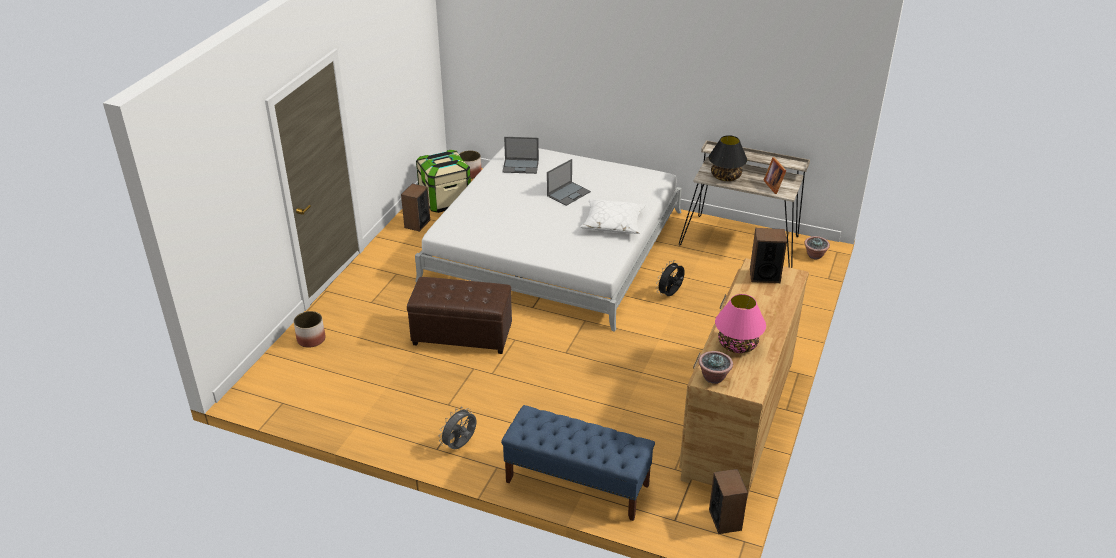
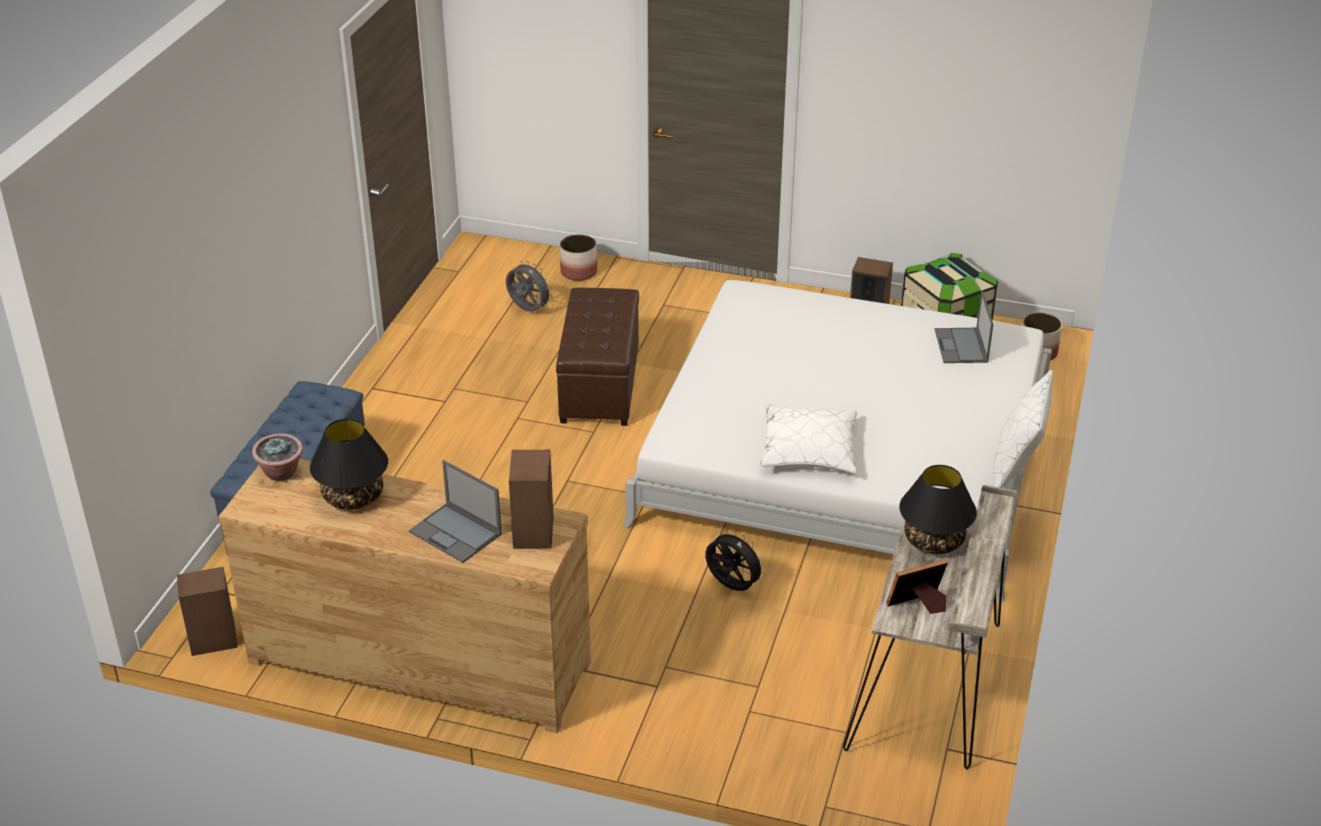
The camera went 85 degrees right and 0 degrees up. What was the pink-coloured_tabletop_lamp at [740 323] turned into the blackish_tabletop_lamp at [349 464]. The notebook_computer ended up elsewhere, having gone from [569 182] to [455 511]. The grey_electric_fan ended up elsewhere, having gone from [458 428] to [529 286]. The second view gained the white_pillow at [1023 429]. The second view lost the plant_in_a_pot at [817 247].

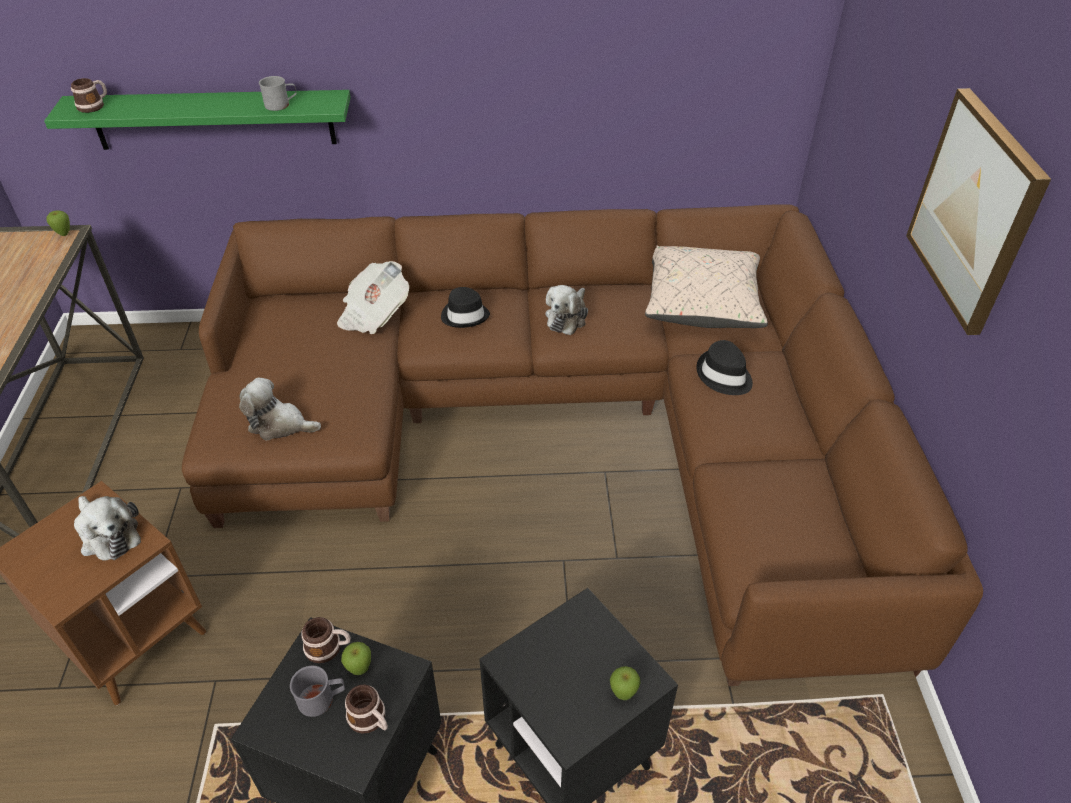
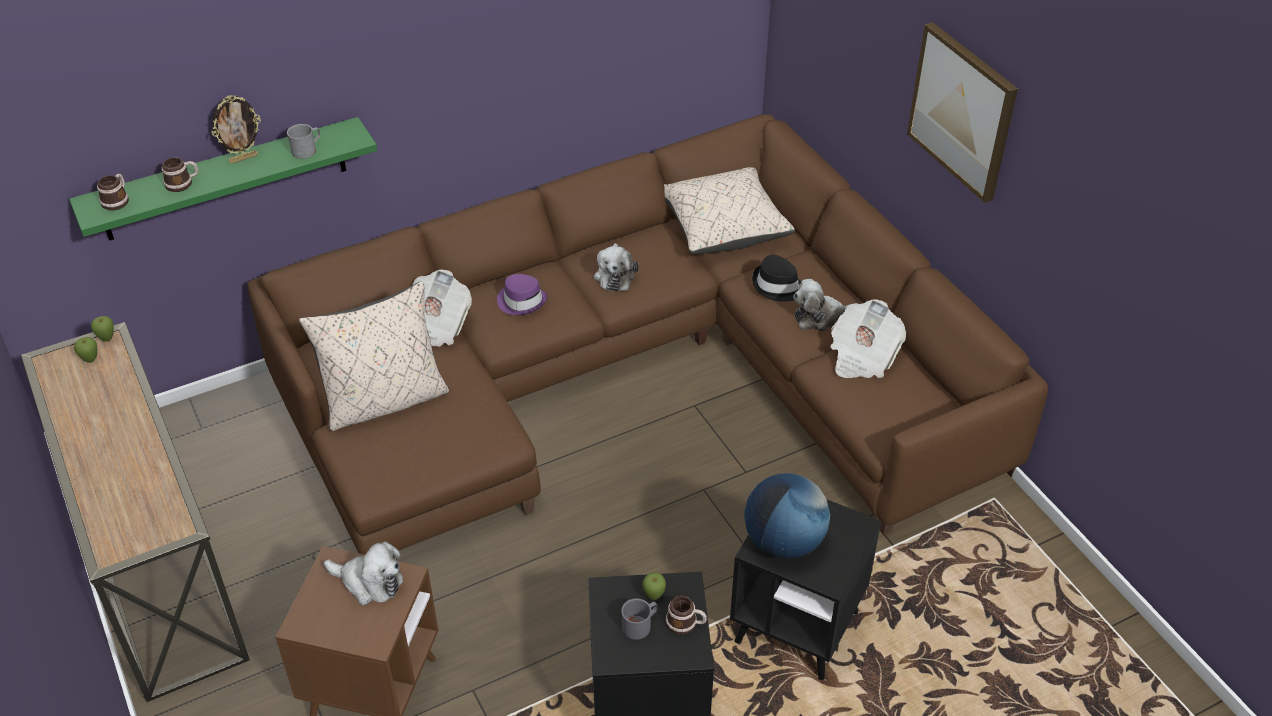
The camera went 25 degrees left and 0 degrees up. The whole_apple ended up elsewhere, having gone from [625 683] to [85 350]. The mug ended up elsewhere, having gone from [326 640] to [180 175]. The second view gained the picture_frame at [236 129]. The second view gained the sand-coloured_pillow at [374 356]. What was the blackish_clothing_hat at [465 307] turned into the purplish_clothing_hat at [522 294]. The second view gained the globe at [787 516]. The soft_toy ended up elsewhere, having gone from [280 408] to [826 305]. The second view gained the daily_paper at [868 338].

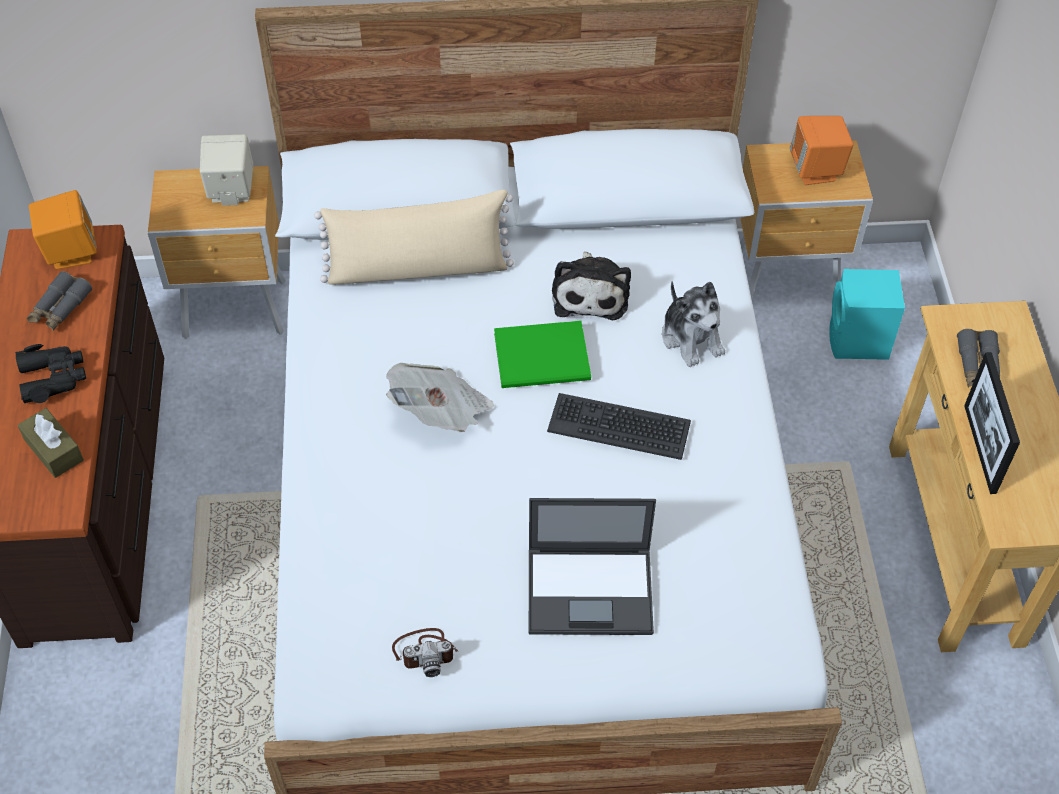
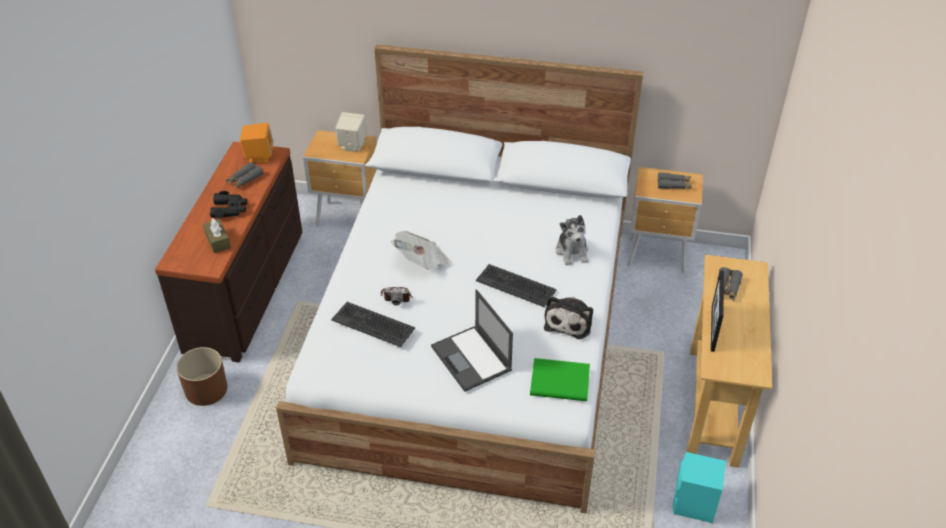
The camera went 15 degrees right and 10 degrees down. The second view gained the brown-coloured_flower_pot at [201 376]. The second view gained the PC_keyboard at [373 324]. The photo_camera ended up elsewhere, having gone from [425 652] to [397 296]. The notebook_computer at [592 566] ended up facing another way, 45 degrees clockwise from before. The greenish_volume ended up elsewhere, having gone from [542 354] to [560 379]. The soft_toy ended up elsewhere, having gone from [591 285] to [568 317]. Where the orange_loudspeaker stood at [821 150], the grey_field_glasses came to stand at [675 181]. The blue-green_loudspeaker ended up elsewhere, having gone from [867 314] to [699 487]. The second view lost the sand-coloured_pillow at [414 237].

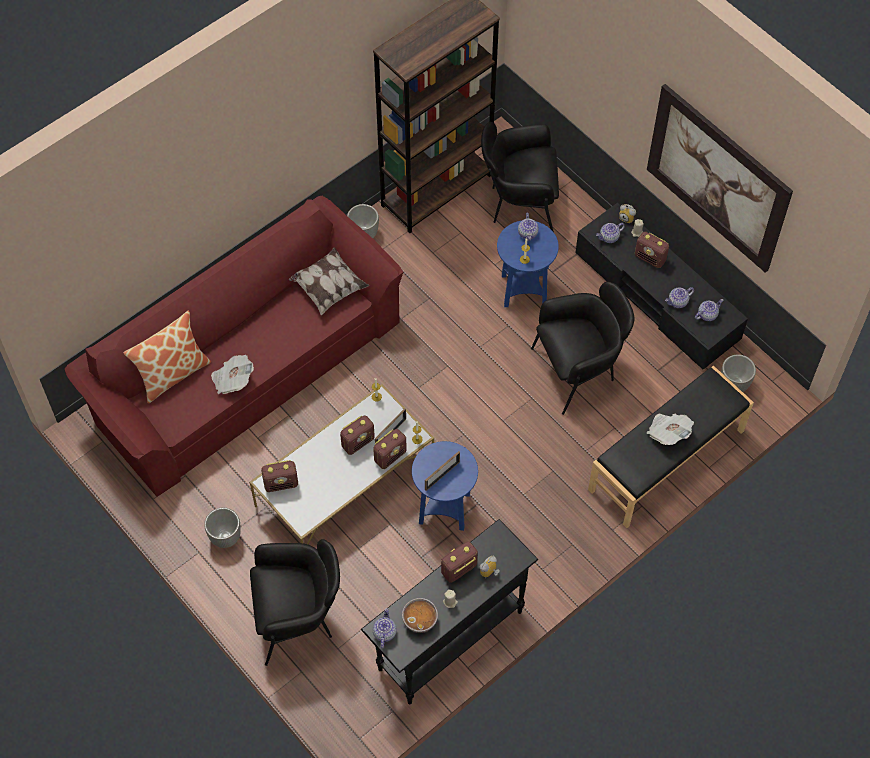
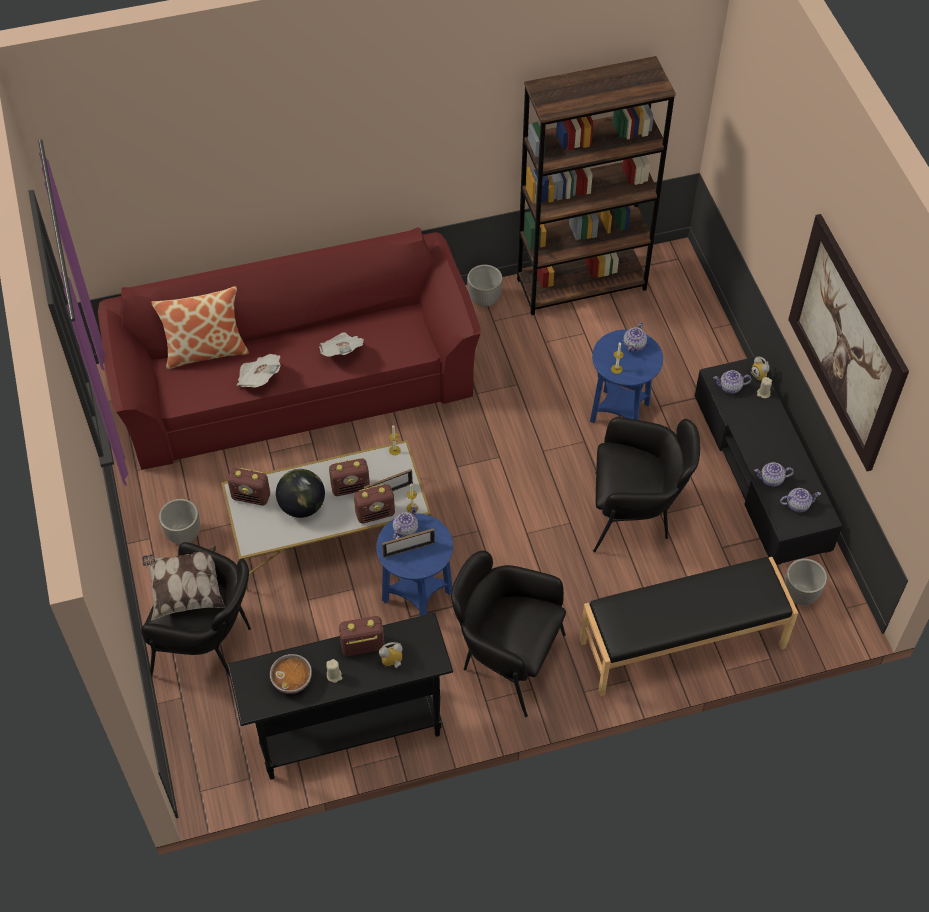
The camera went 25 degrees right and 5 degrees down. The pillow ended up elsewhere, having gone from [328 281] to [184 583]. The second view gained the globe at [300 493]. The daily_paper ended up elsewhere, having gone from [670 429] to [341 344]. The teapot ended up elsewhere, having gone from [385 628] to [405 522]. The blackish_easy_chair ended up elsewhere, having gone from [520 177] to [508 634]. The second view lost the radio_set at [652 250].

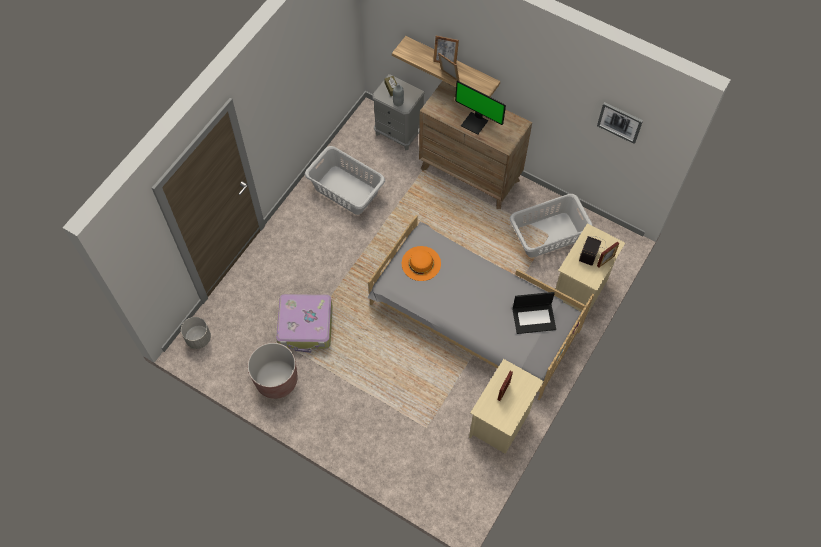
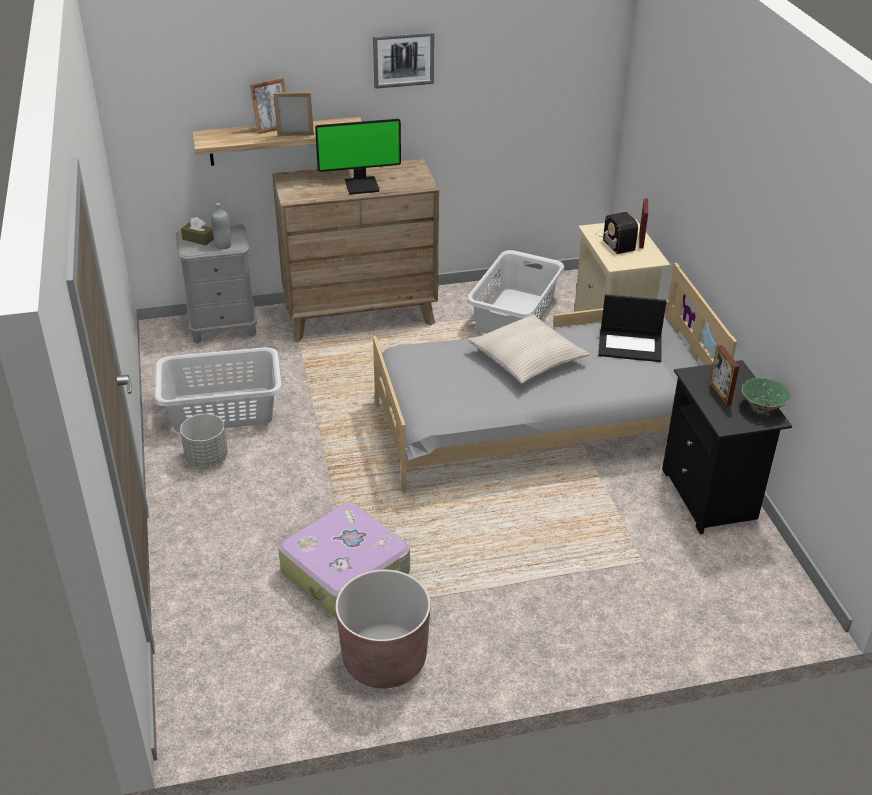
The camera went 45 degrees left and 25 degrees down. The grey_flower_pot ended up elsewhere, having gone from [196 333] to [204 441]. The wall_picture ended up elsewhere, having gone from [620 123] to [403 60]. The second view gained the sand-coloured_pillow at [528 348]. The notebook_computer at [534 313] ended up facing another way, 60 degrees clockwise from before. What was the sand-coloured_bedside_table at [506 406] turned into the blackish_bedside_table at [727 447]. The second view gained the greenish_deep_dish at [765 395]. The second view lost the orange_clothing_hat at [421 263].

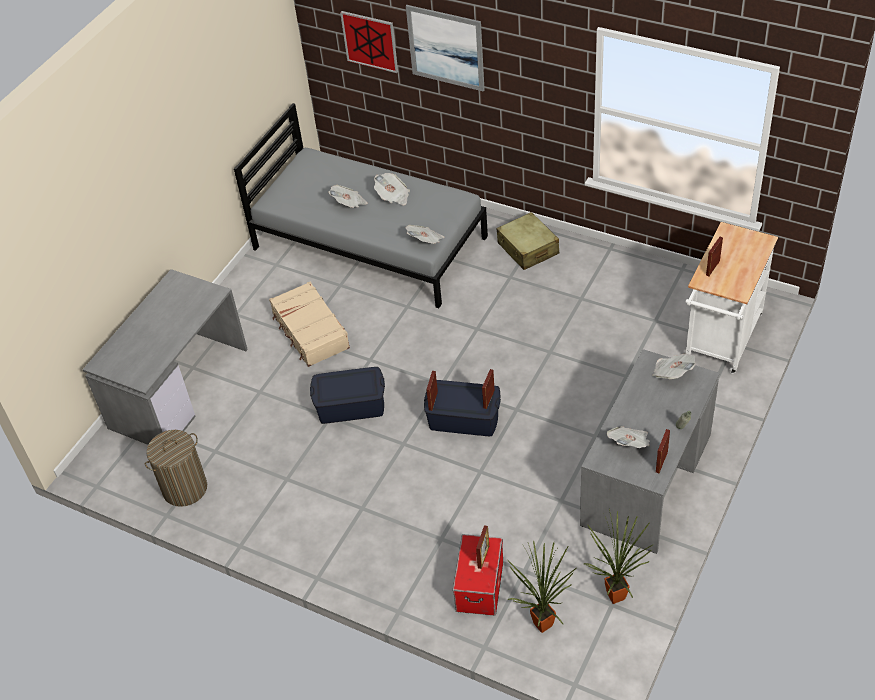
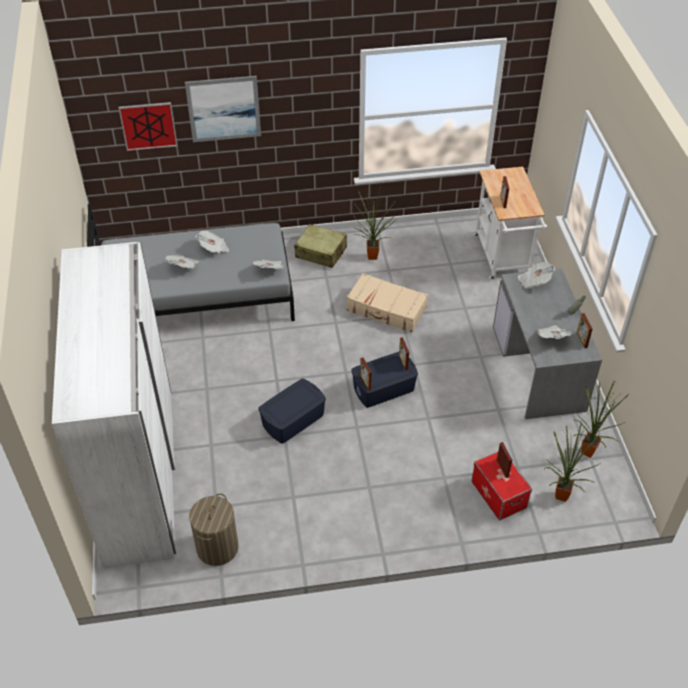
The camera went 40 degrees left and 0 degrees up. Where the grey_desk_table stood at [165 357], the white_armoire came to stand at [114 404]. The sand-coloured_suitcase ended up elsewhere, having gone from [309 324] to [387 302]. The second view gained the plant_in_a_pot at [374 222].

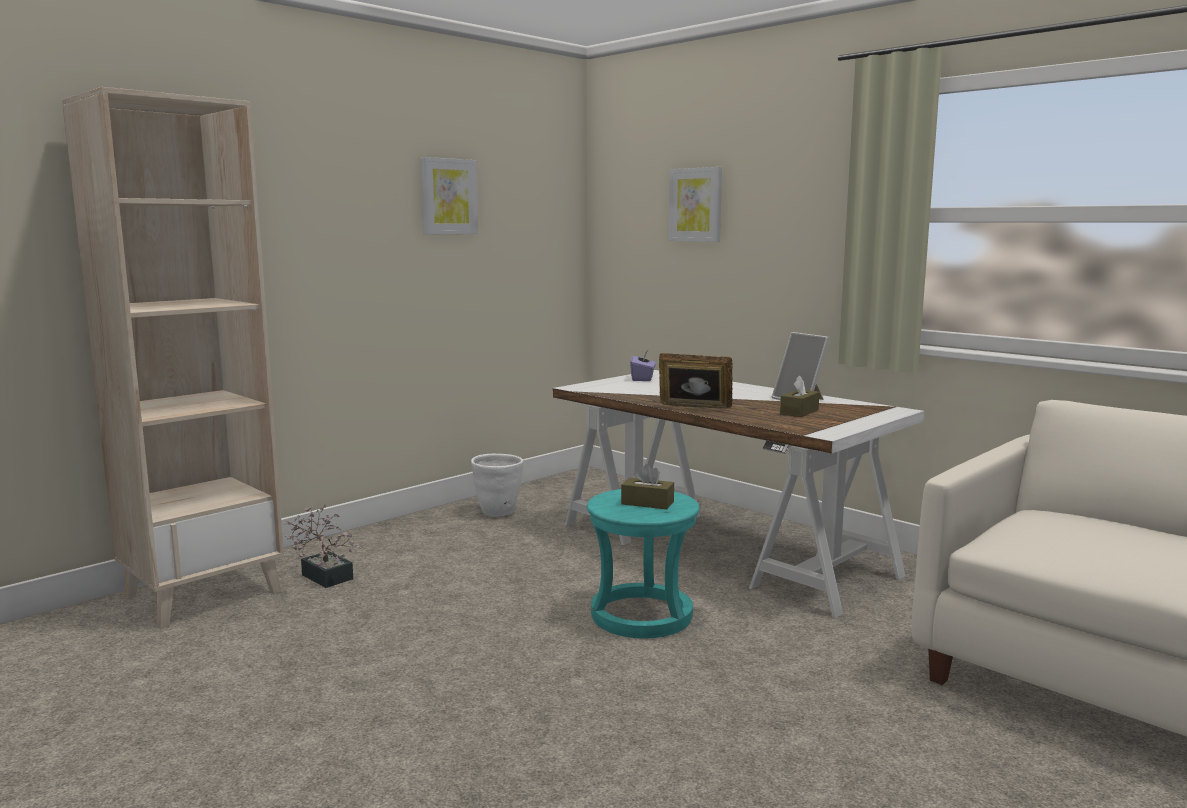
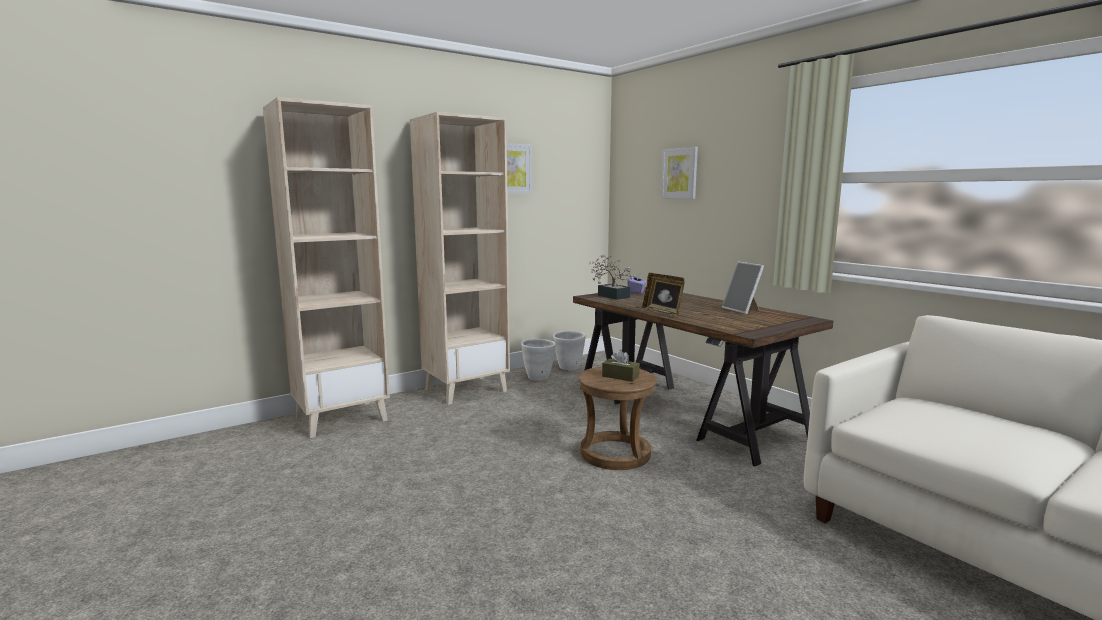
The camera went 10 degrees right and 0 degrees up. The second view gained the sand-coloured_bookcase at [460 258]. The second view gained the white_flower_pot at [569 350]. What was the white_desk_table at [738 494] turned into the brown-coloured_desk_table at [703 376]. What was the blue-green_stool at [643 563] turned into the brown-coloured_stool at [617 418]. The plant_in_a_pot ended up elsewhere, having gone from [322 546] to [613 277]. The picture_frame at [696 380] ended up facing another way, 150 degrees counterclockwise from before. The second view lost the brown-coloured_tissue_holder at [800 396].

